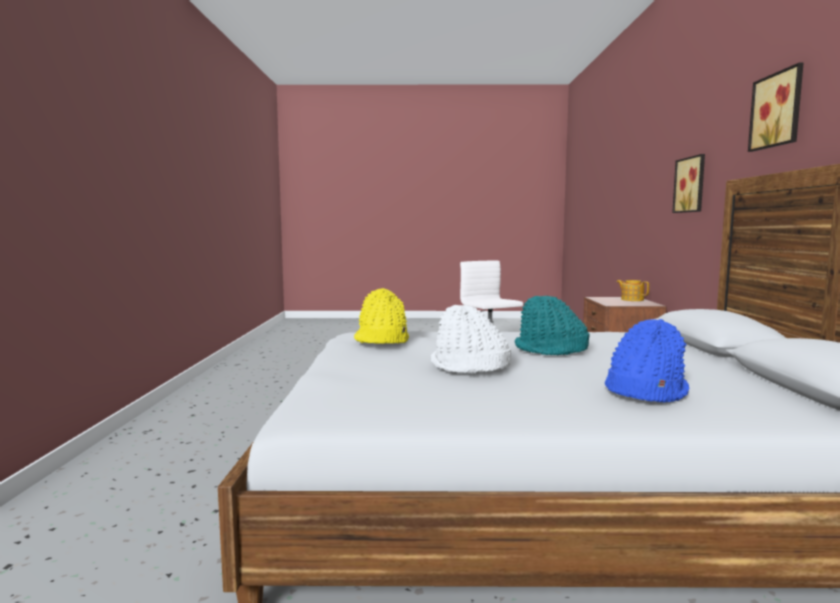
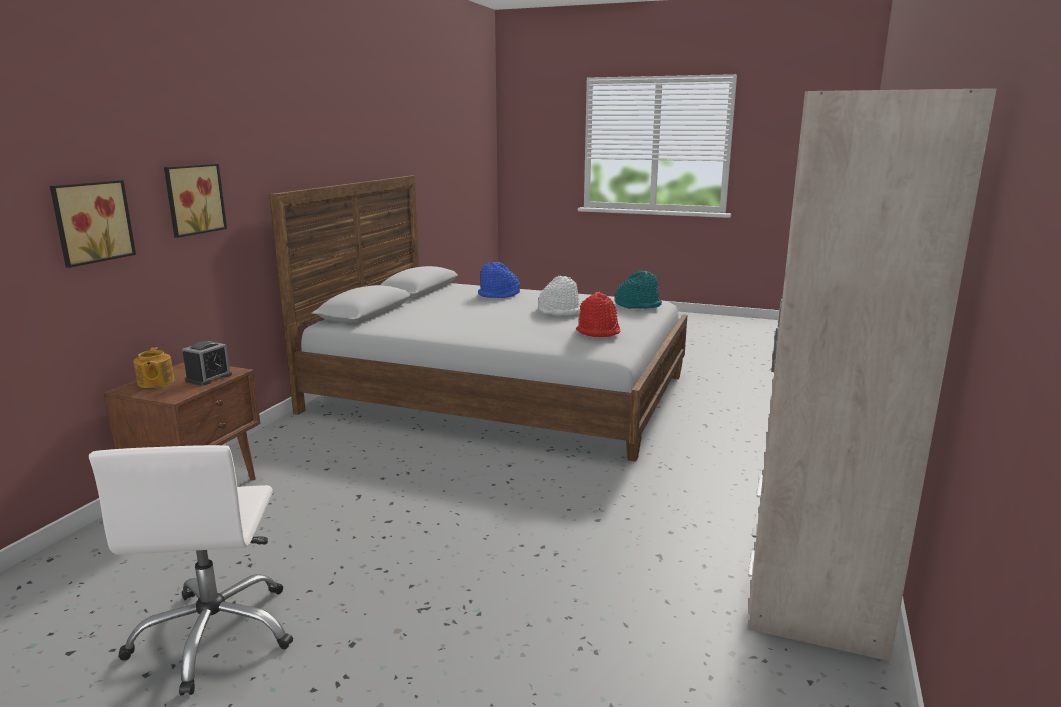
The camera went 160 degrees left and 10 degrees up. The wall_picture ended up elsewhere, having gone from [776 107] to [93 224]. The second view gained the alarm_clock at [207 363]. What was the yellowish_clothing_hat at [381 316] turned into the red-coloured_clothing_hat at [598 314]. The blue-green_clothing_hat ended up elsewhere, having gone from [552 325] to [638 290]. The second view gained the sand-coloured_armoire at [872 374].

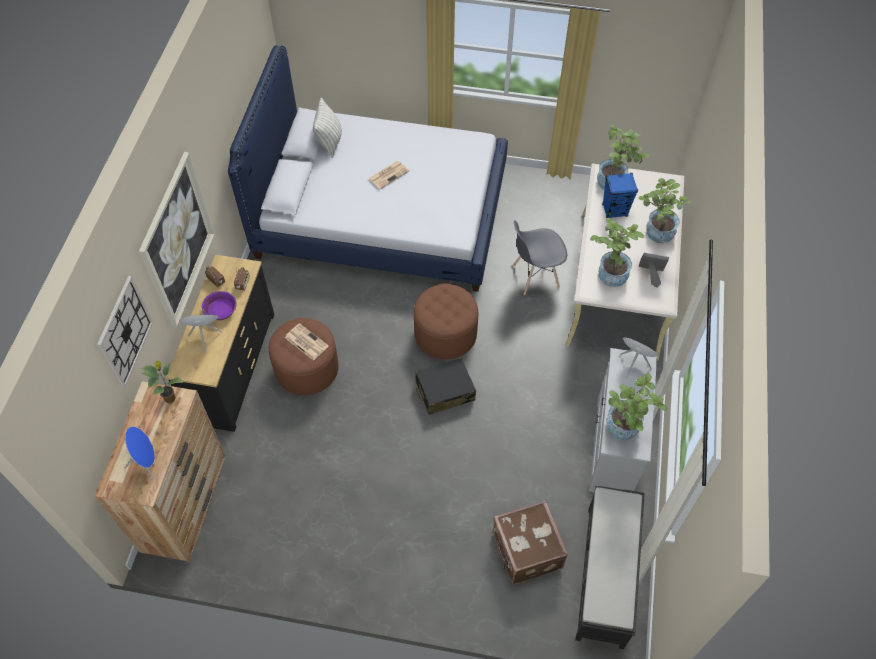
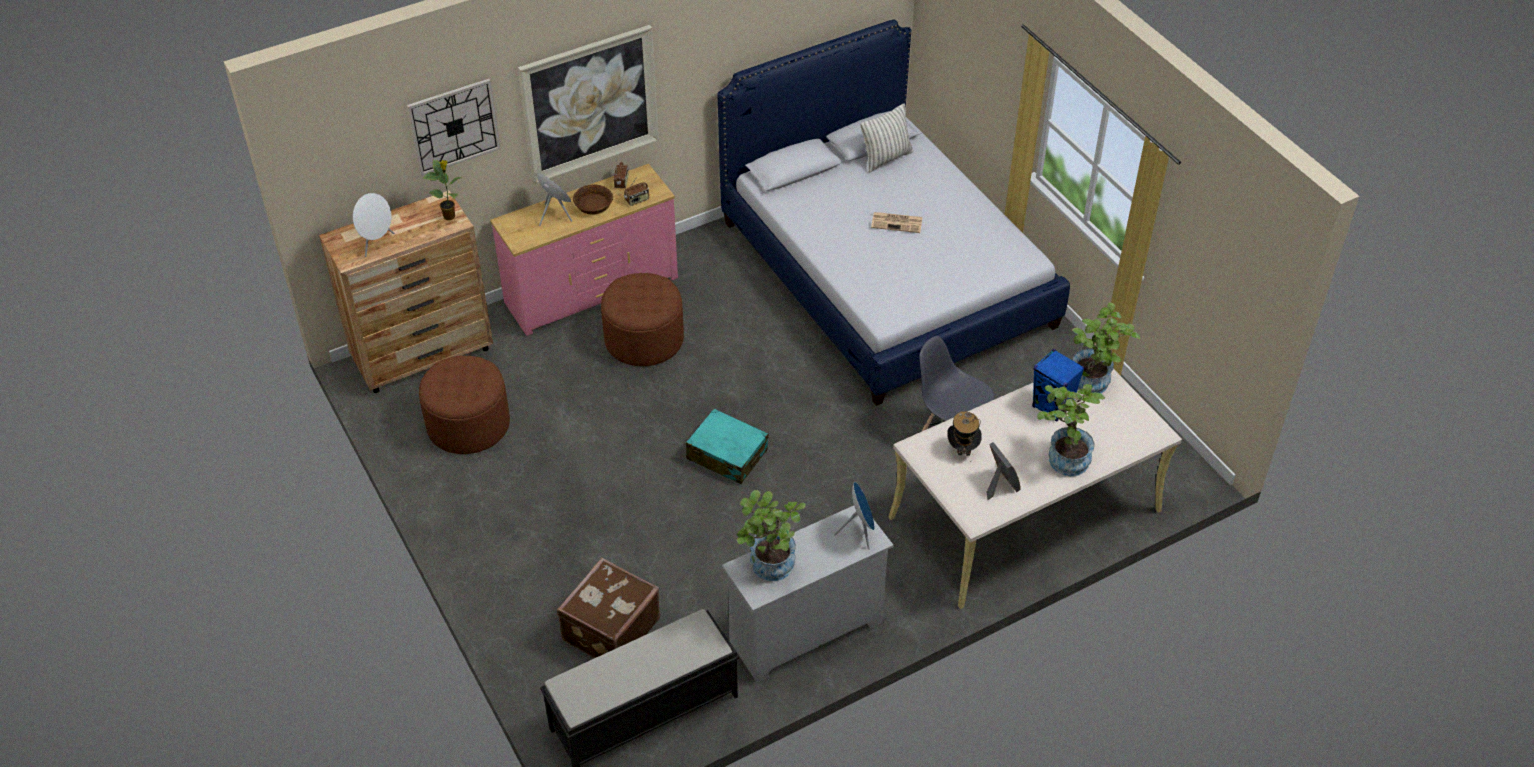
The camera went 50 degrees right and 10 degrees down. What was the bluish_loudspeaker at [140 453] turned into the white_loudspeaker at [374 225]. The brown-coloured_ottoman ended up elsewhere, having gone from [446 321] to [464 405]. What was the blackish_drawer_chest at [220 343] turned into the pink-coloured_drawer_chest at [584 250]. What was the purplish_deep_dish at [219 305] turned into the brown-coloured_deep_dish at [593 200]. What was the blackish_suitcase at [445 386] turned into the blue-green_suitcase at [727 446]. Where the plant_in_a_pot stood at [617 252], the clothing_hat came to stand at [964 437]. The second view lost the daily_paper at [307 342].

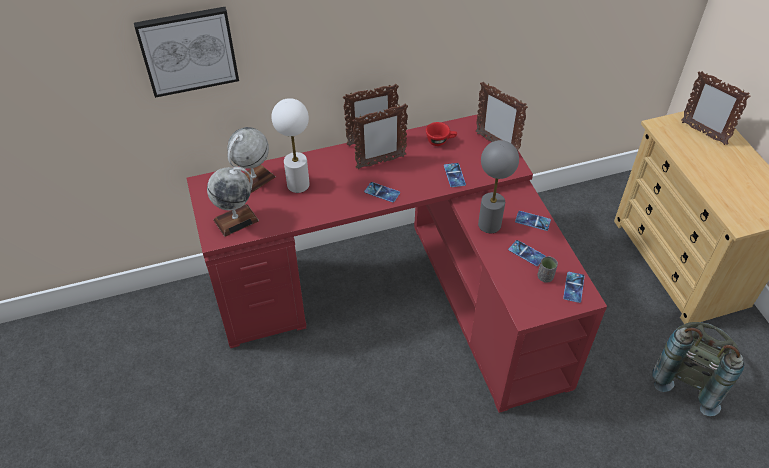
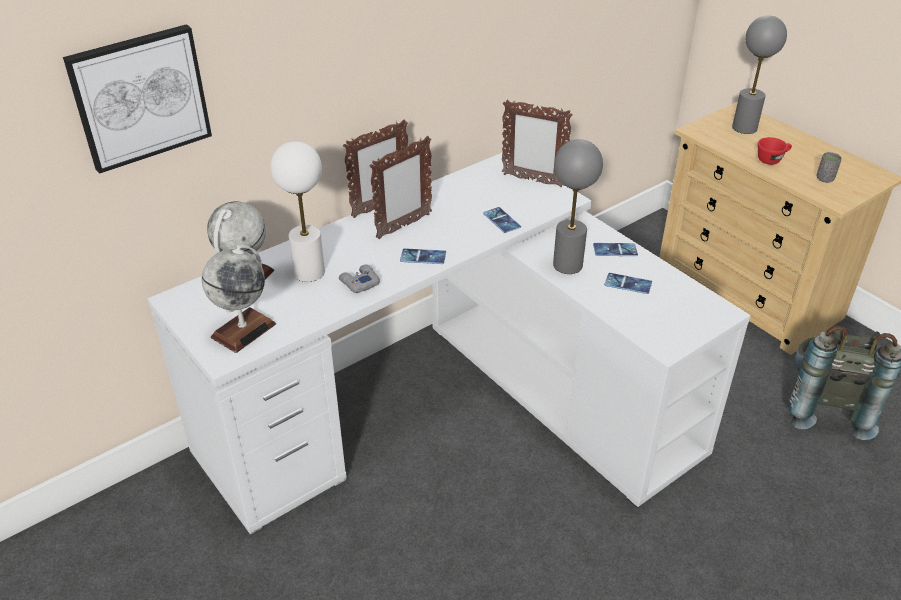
The camera went 20 degrees left and 10 degrees down. What was the red-coloured_desk_table at [396 263] turned into the white_desk_table at [449 344]. The second view gained the grey_game_controller at [359 279]. Where the picture_frame stood at [716 108], the grey_tabletop_lamp came to stand at [759 74]. The red-coloured_small_cup ended up elsewhere, having gone from [441 134] to [775 151]. The grey_small_cup ended up elsewhere, having gone from [548 269] to [829 167]. The second view lost the phone at [574 287].

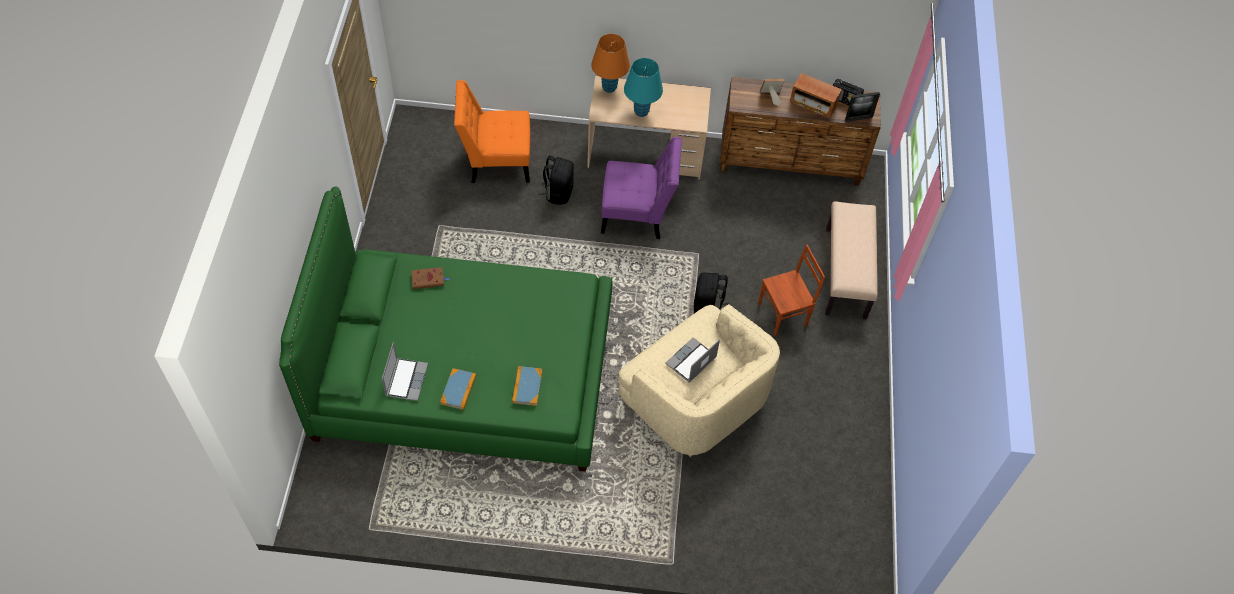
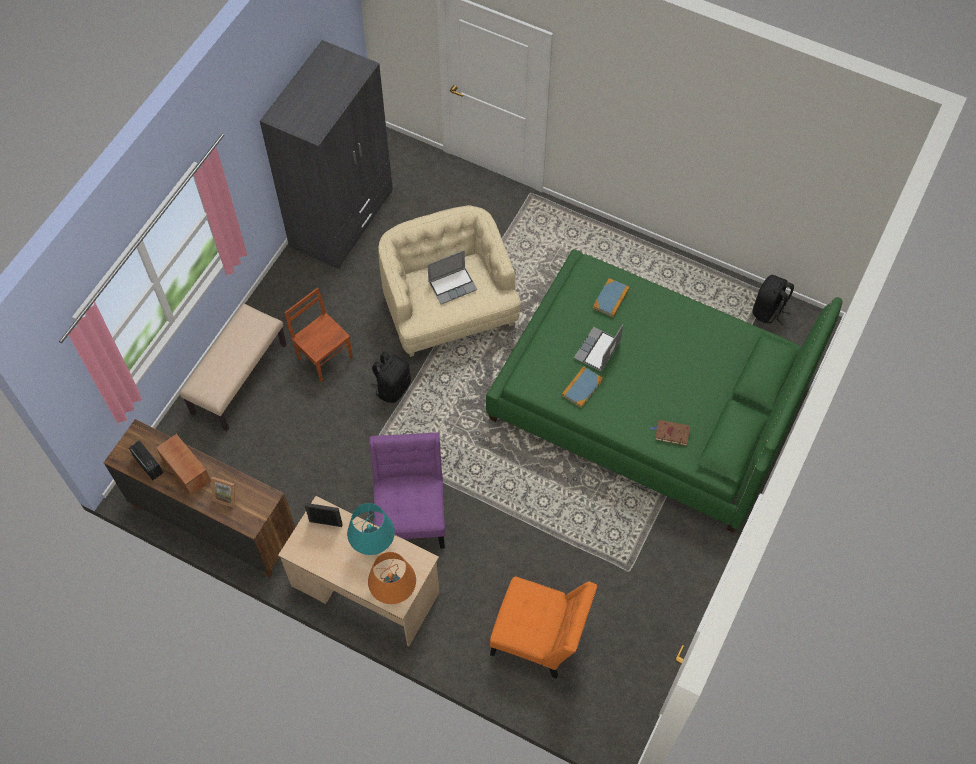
The camera went 155 degrees left and 5 degrees up. The second view gained the grey_armoire at [326 154]. The brown-coloured_plain_chair at [791 290] ended up facing another way, 45 degrees clockwise from before. The picture_frame ended up elsewhere, having gone from [862 107] to [324 515]. The purplish_plain_chair at [641 188] ended up facing another way, 60 degrees clockwise from before. The volume ended up elsewhere, having gone from [458 389] to [582 387]. The notebook_computer ended up elsewhere, having gone from [405 371] to [598 348]. The blackish_knapsack ended up elsewhere, having gone from [556 180] to [773 300].

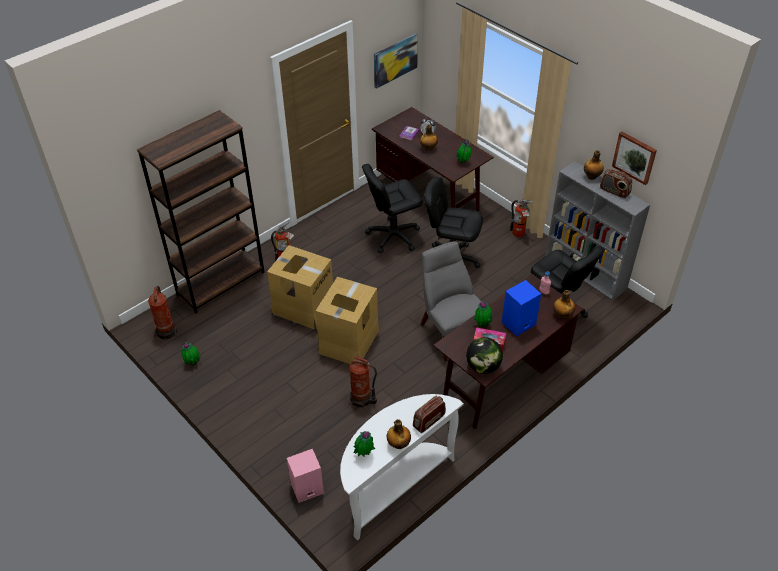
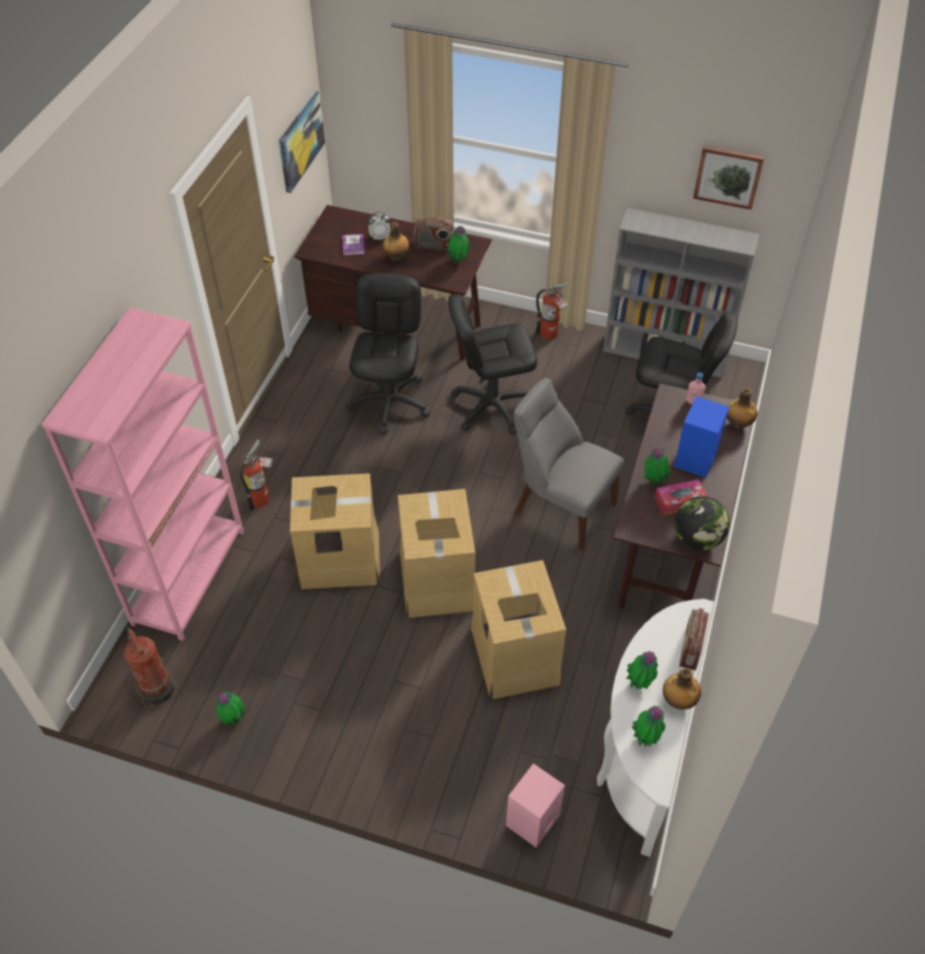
The camera went 30 degrees left and 5 degrees up. What was the brown-coloured_bookcase at [201 212] turned into the pink-coloured_bookcase at [142 474]. The blackish_desk_chair at [392 208] ended up facing another way, 150 degrees clockwise from before. The radio_set ended up elsewhere, having gone from [616 183] to [434 233]. Where the fire_extinguisher stood at [363 382], the cardboard_box came to stand at [518 629]. The second view gained the plant_in_a_pot at [642 670]. The second view lost the beverage_bottle at [594 165].

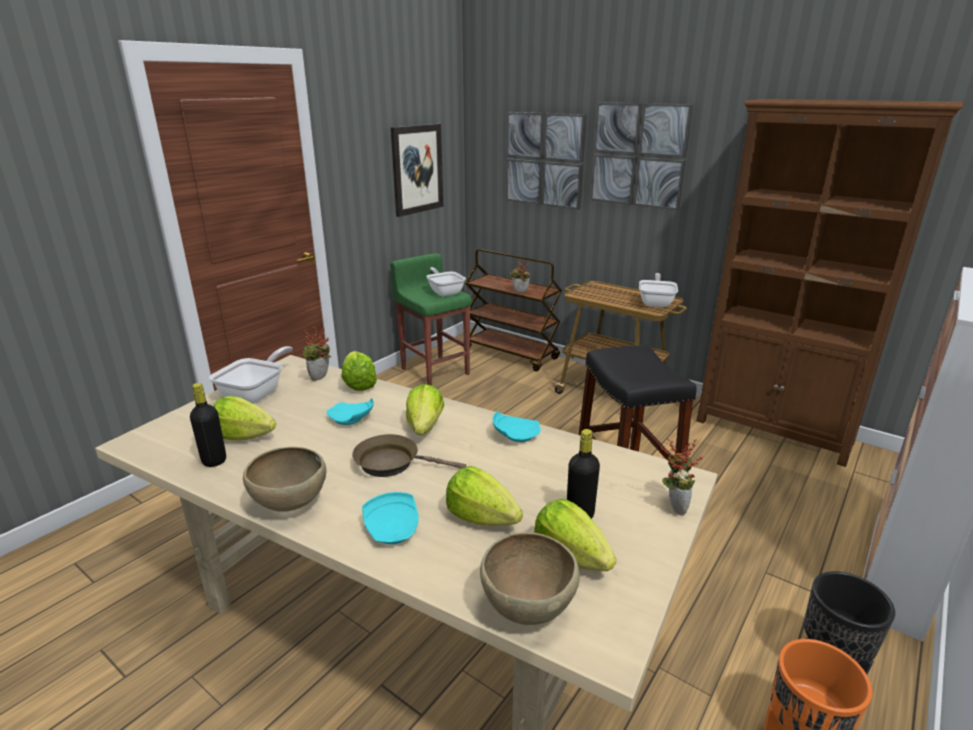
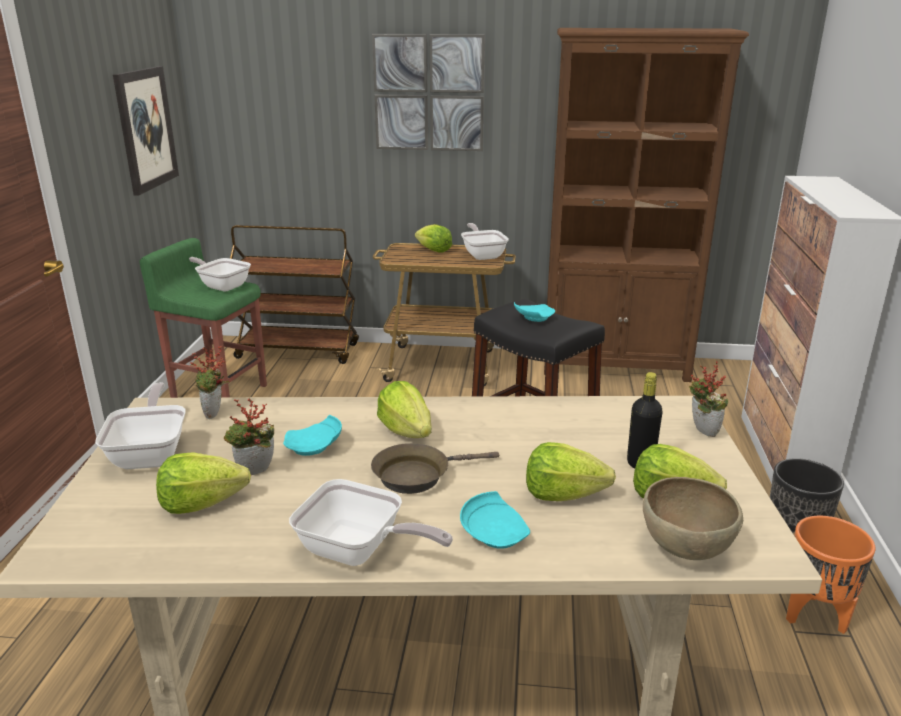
The camera went 30 degrees left and 0 degrees up. The plant_in_a_pot ended up elsewhere, having gone from [520 275] to [249 436]. Where the brown-coloured_deep_dish stood at [284 479], the frying_pan came to stand at [371 522]. The lettuce_head ended up elsewhere, having gone from [359 371] to [433 238]. The blue-green_dinner_plate ended up elsewhere, having gone from [517 426] to [534 312]. The second view lost the blackish_beverage_bottle at [208 425]. The second view lost the wall_picture at [546 161].

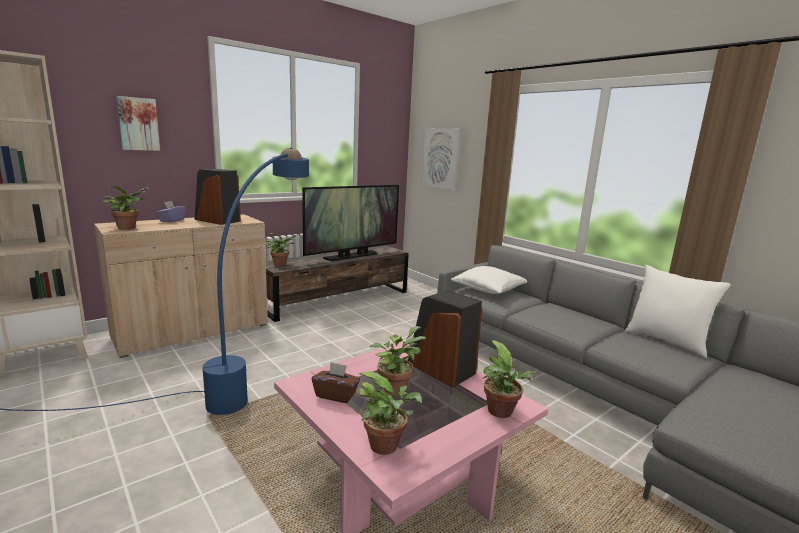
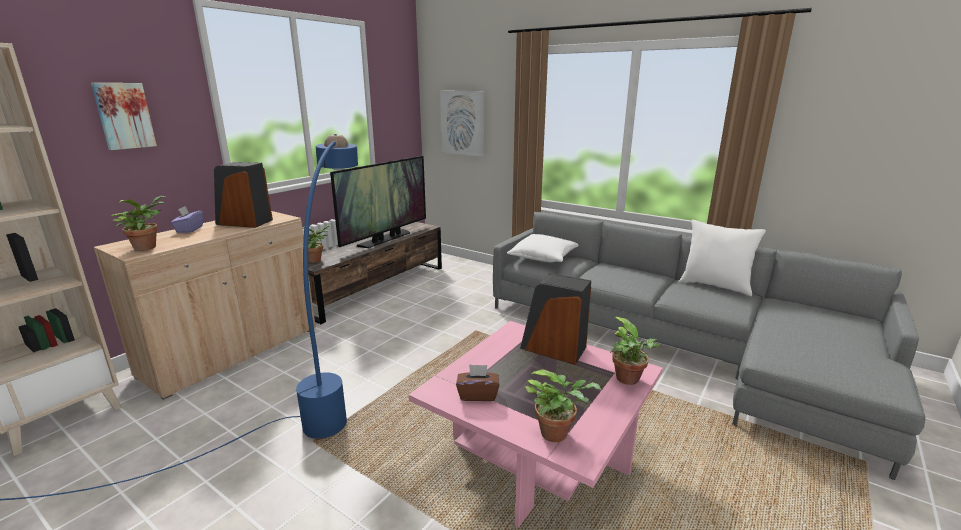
The camera went 15 degrees left and 5 degrees up. The second view lost the plant_in_a_pot at [398 361].

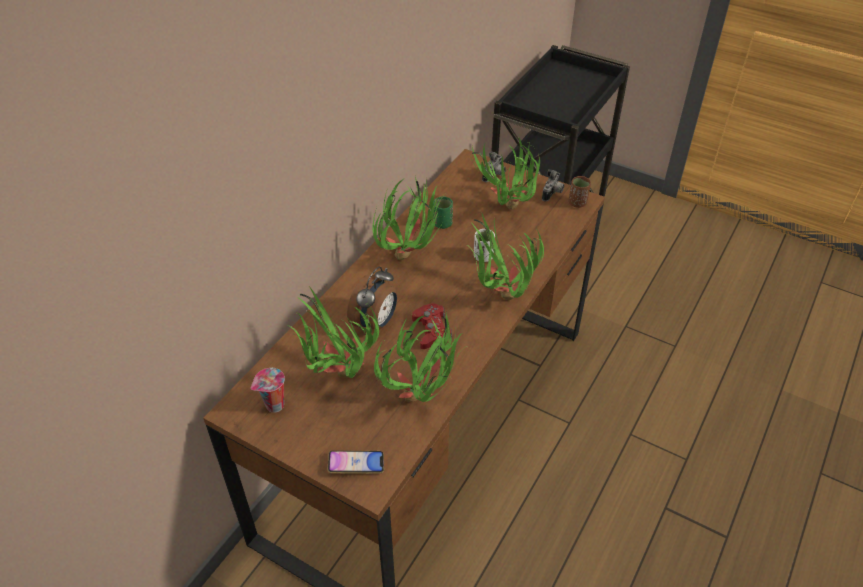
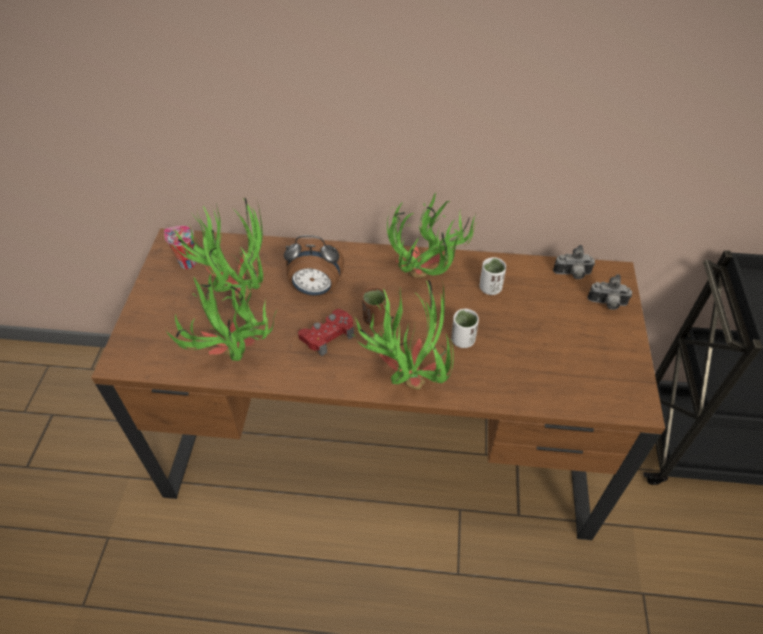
The camera went 65 degrees right and 5 degrees up. The brown-coloured_small_cup ended up elsewhere, having gone from [580 192] to [374 306]. What was the greenish_small_cup at [443 212] turned into the white_small_cup at [493 276]. The photo_camera ended up elsewhere, having gone from [553 185] to [574 262]. The second view lost the phone at [355 462]. The second view lost the plant_in_a_pot at [505 174].

